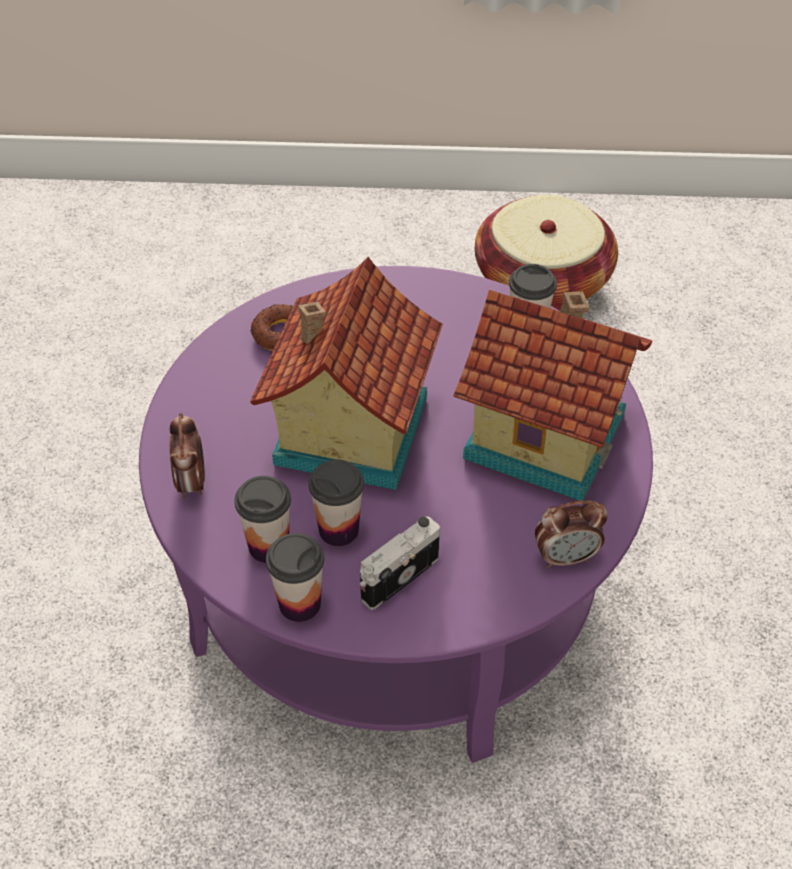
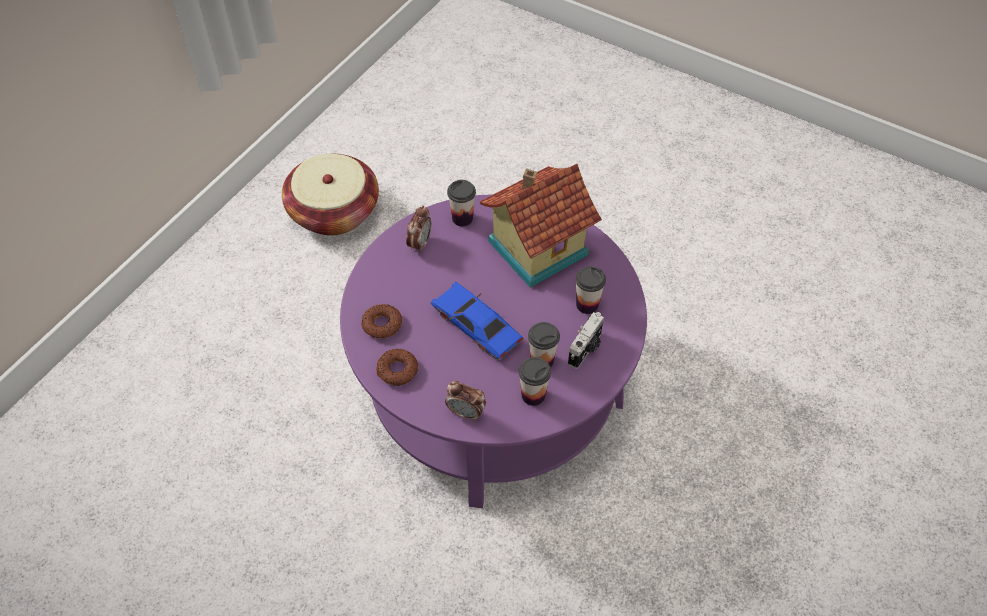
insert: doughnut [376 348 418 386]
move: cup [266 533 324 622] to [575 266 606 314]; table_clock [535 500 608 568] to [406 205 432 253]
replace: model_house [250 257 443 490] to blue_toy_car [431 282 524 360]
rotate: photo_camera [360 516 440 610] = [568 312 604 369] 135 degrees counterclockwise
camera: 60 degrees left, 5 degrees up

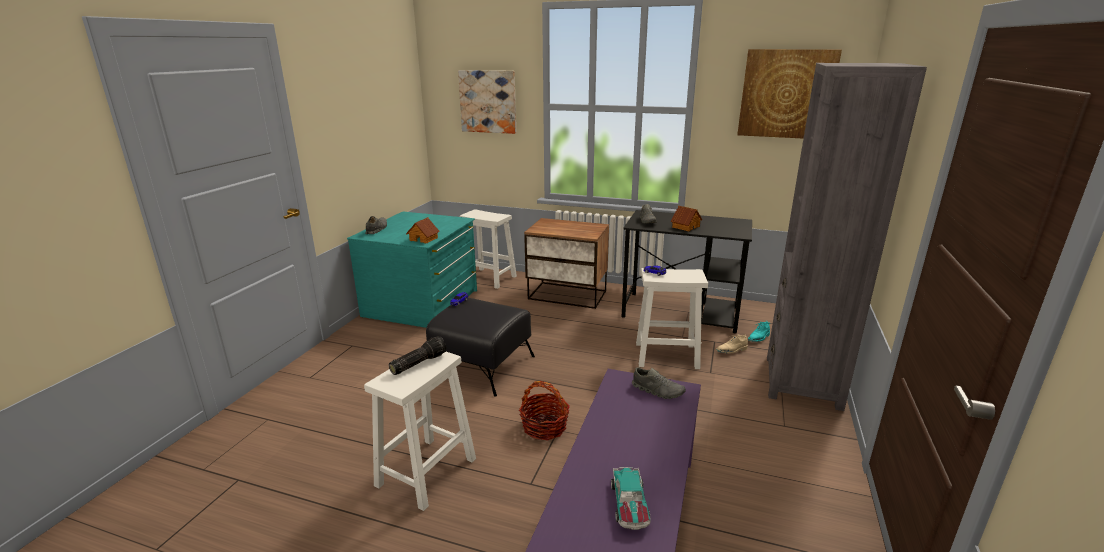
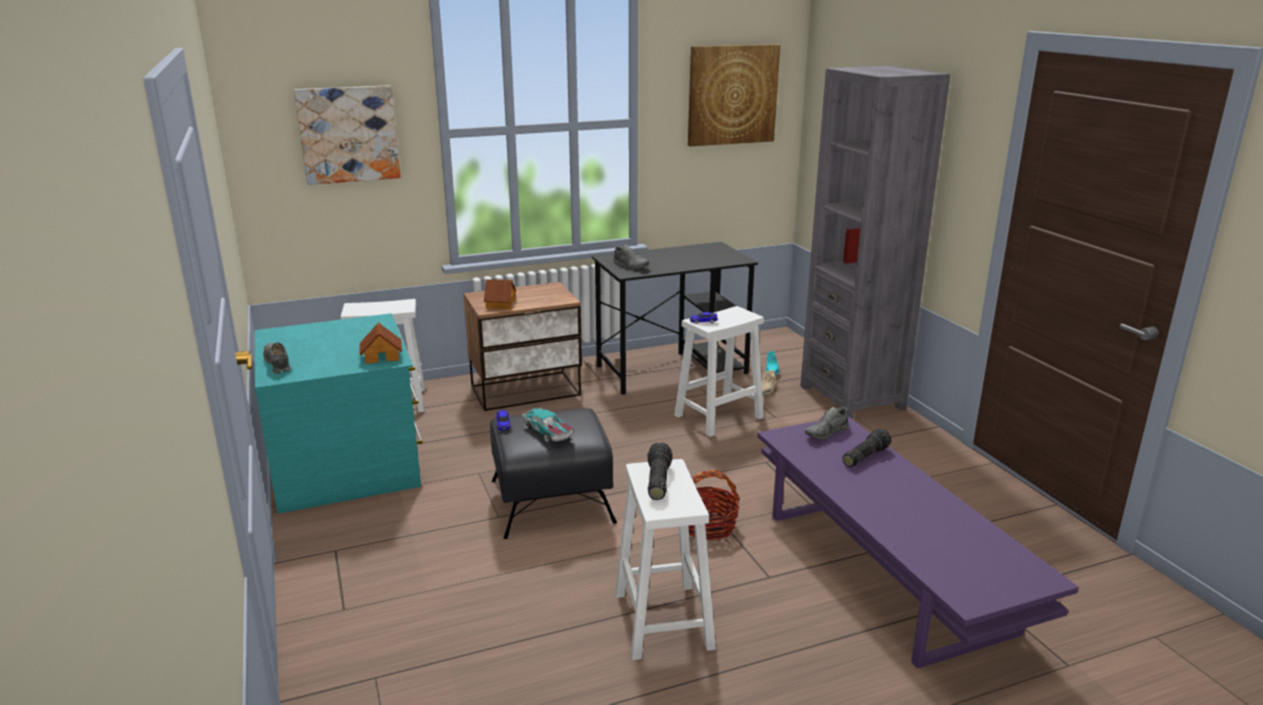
insert: torch [842 428 892 467]
move: toy_car [611 467 651 530] to [522 408 573 442]; model_house [671 206 702 231] to [484 279 516 309]
rotate: gray_item_of_footwear [632 367 686 399] = [805 407 849 440] 150 degrees clockwise
camera: 40 degrees left, 0 degrees up

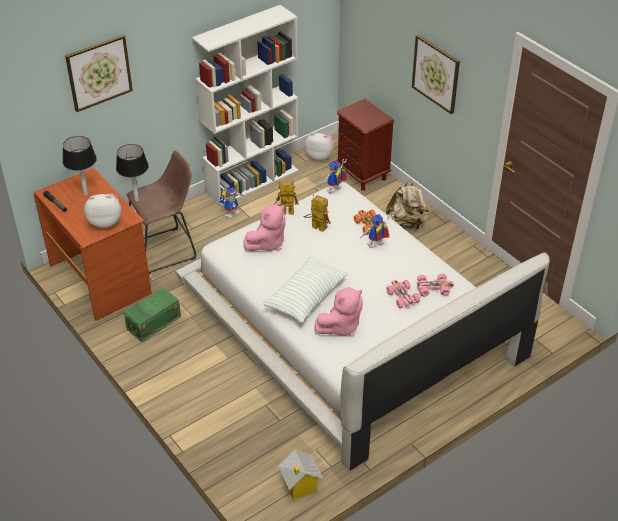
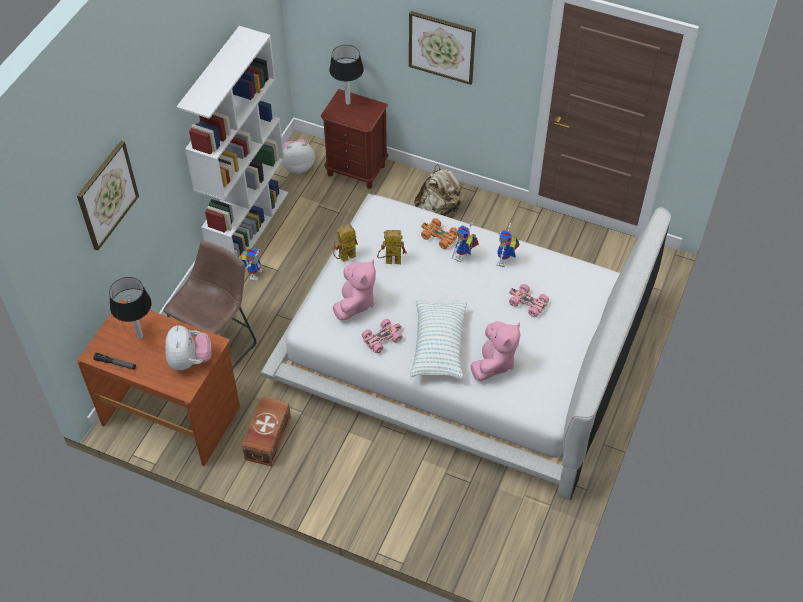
delete: model_house [278 450 323 501]
move: tabletop_lamp [116 144 149 202] to [329 45 364 105]; model_robot [322 159 347 194] to [496 223 519 267]; pinkish_toy_car [417 274 454 297] to [361 319 402 353]
recolor: green_storage_box [124 287 181 342] to brown_storage_box [242 397 291 467]
rotate: soft_toy [84 194 121 228] = [165 325 211 370] 120 degrees clockwise
camera: 30 degrees left, 10 degrees up

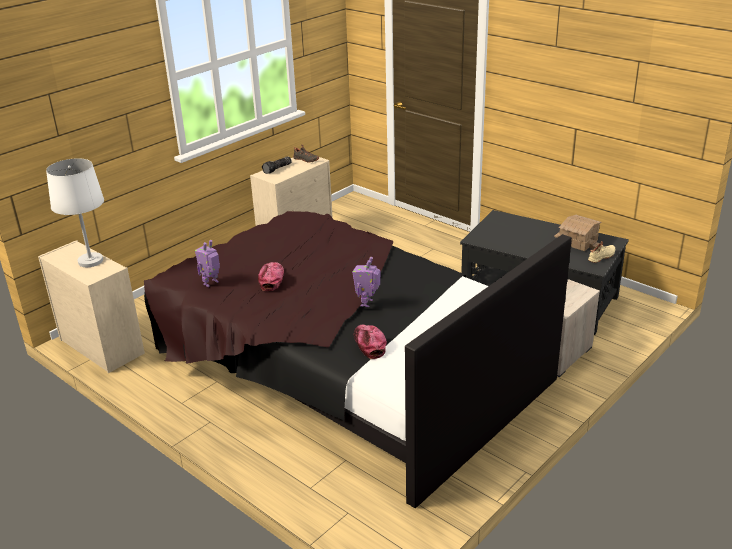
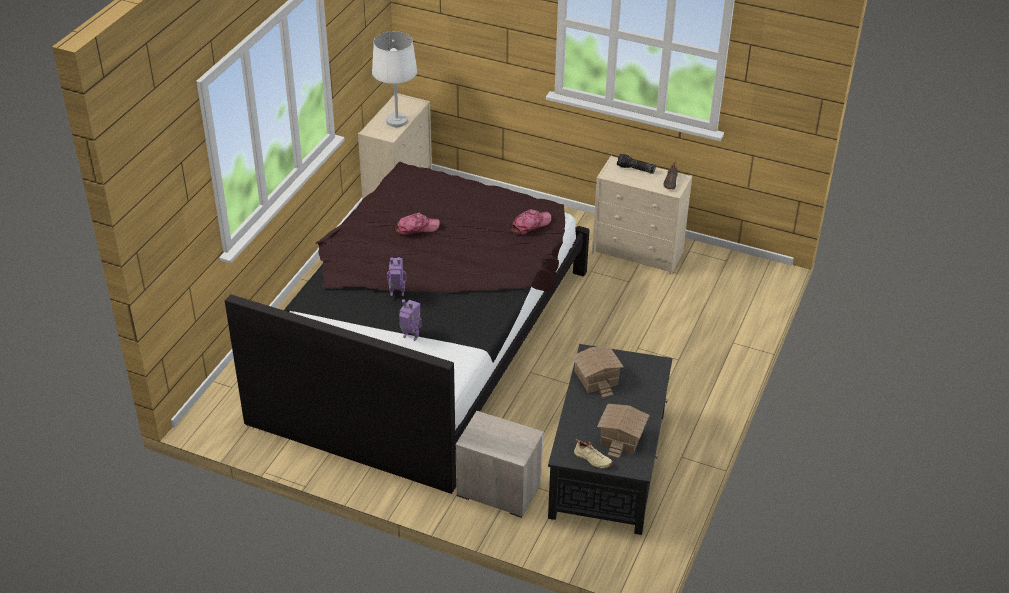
insert: model_house [572 346 623 398]
move: model_robot [195 240 220 287] to [399 299 422 341]; baseball_cap [354 324 387 359] to [511 209 551 235]
camera: 70 degrees right, 10 degrees up

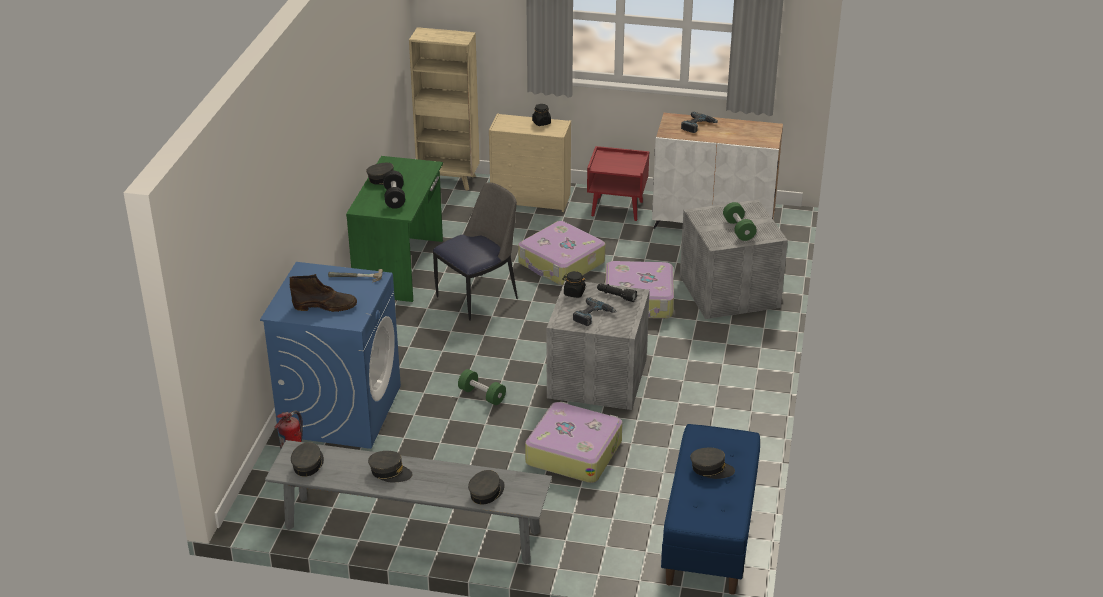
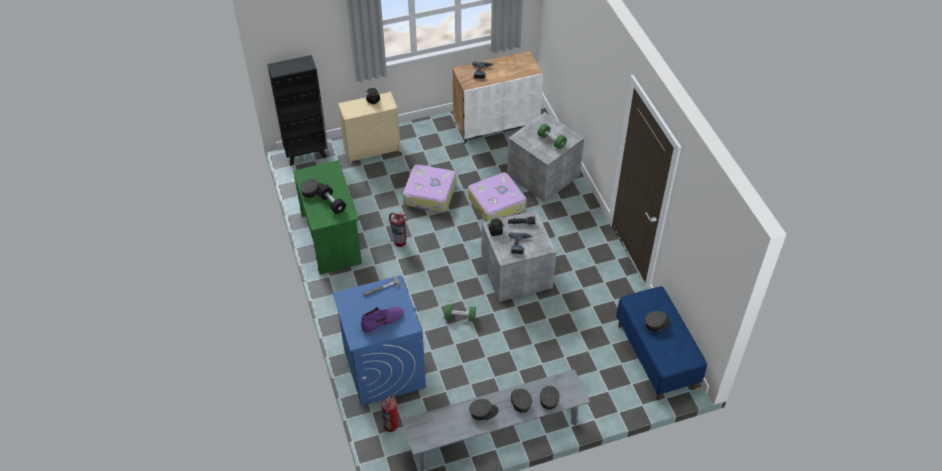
delete: travel_case [525 401 622 483]; red_nightstand [587 146 649 221]
move: gray_baseball_cap [291 442 324 477] to [511 389 532 413]
replace: chair [433 182 518 321] to fire-fighting_cylinder [389 212 407 247]
recolor: brown_tall_boot [289 274 357 312] to purple-coloured_tall_boot [361 307 404 333]; sand-coloured_bookcase [409 27 480 191] to black-coloured_bookcase [267 55 328 166]
camera: 30 degrees left, 15 degrees up

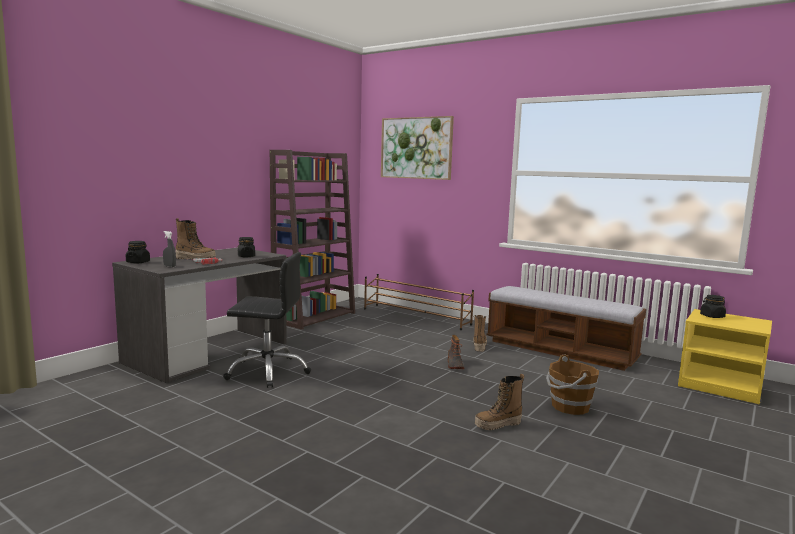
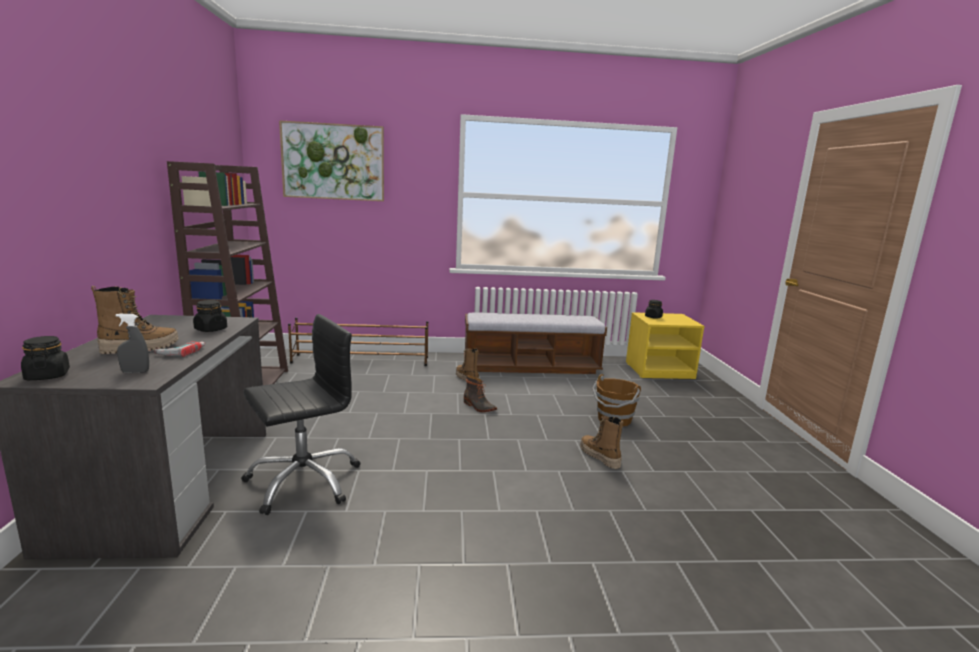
rotate: tall_boot [475 374 524 430] = [580 416 623 469] 120 degrees clockwise
camera: 40 degrees left, 5 degrees up

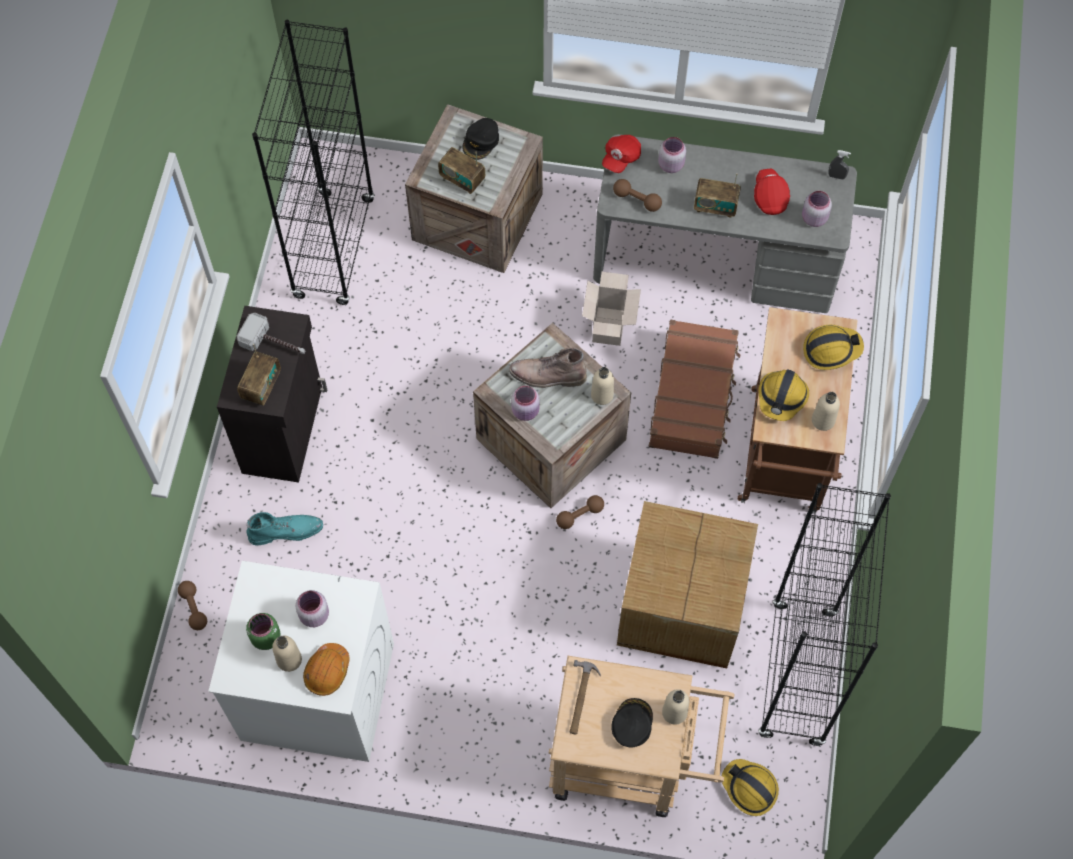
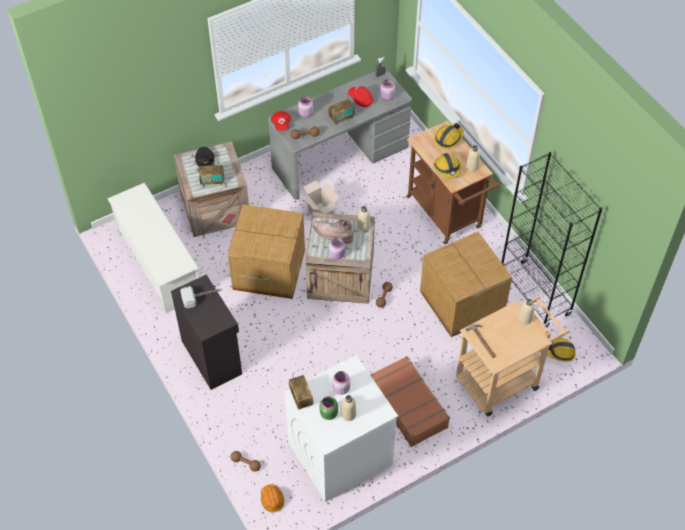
delete: turquoise-coloured_tall_boot [246 512 323 546]; black-coloured_baseball_cap [611 698 653 748]
insert: cardboard_box [228 204 305 299]
move: radio_set [237 344 281 406] to [289 372 313 409]; orange_safety_helmet [303 643 350 696] to [261 484 284 512]; brown_travel_case [649 320 740 459] to [370 356 450 447]
replace: black-coloured_bookcase [252 20 375 305] to white_shoe_stand [107 183 199 313]
rotate: brown_tall_boot [509 348 587 388] = [313 219 353 244] 60 degrees clockwise
camera: 40 degrees left, 10 degrees down

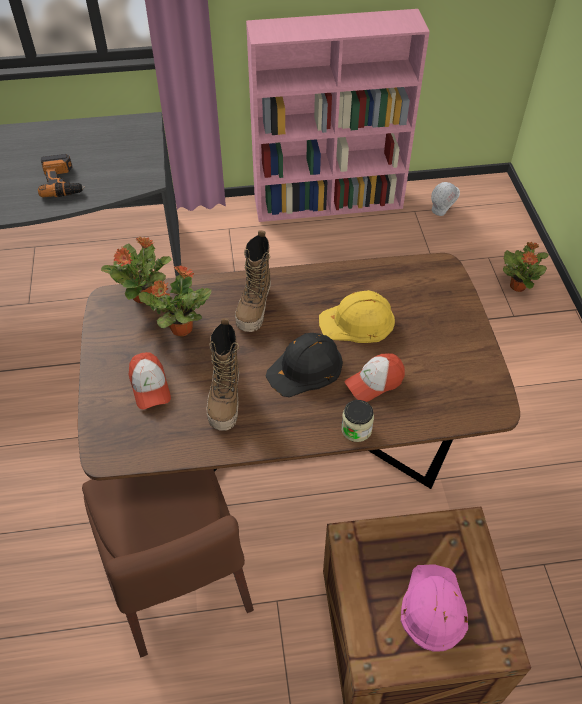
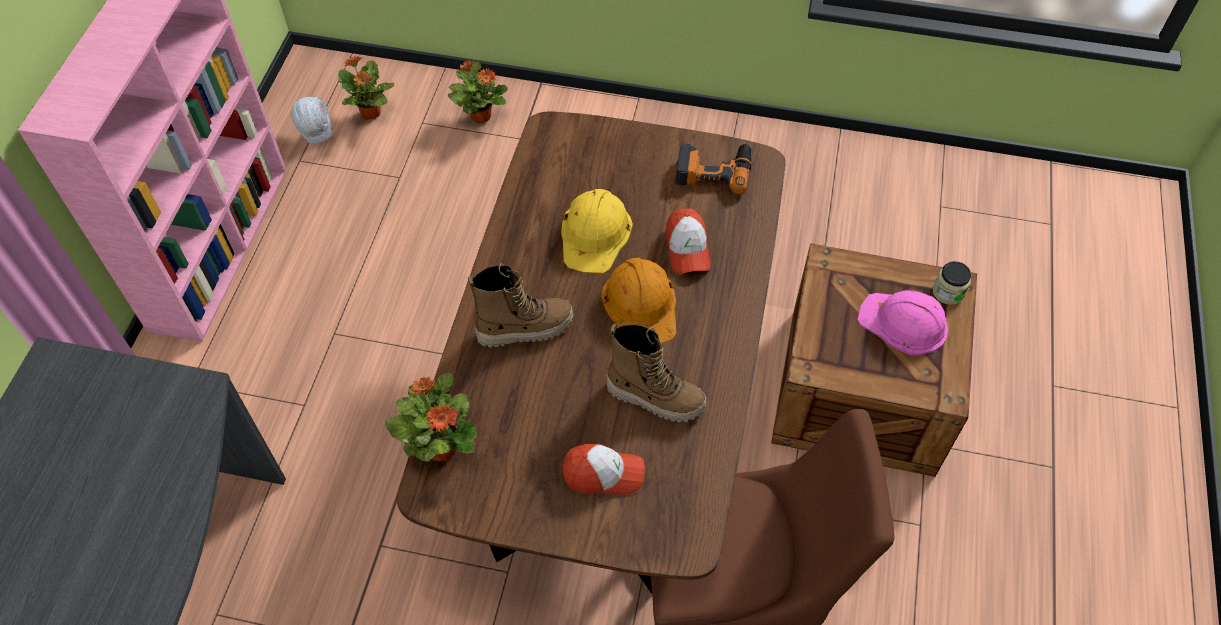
move: power_drill [38 154 85 197] to [676 143 752 195]; houseplant [139 265 211 337] to [338 56 394 120]; jar [341 400 374 442] to [933 261 971 305]
recolor: black-coloured_safety_helmet [265 333 343 397] to orange_safety_helmet [601 258 677 343]
rotate: tall_boot [235 230 271 332] = [468 263 574 347] 45 degrees counterclockwise
camera: 70 degrees left, 5 degrees up

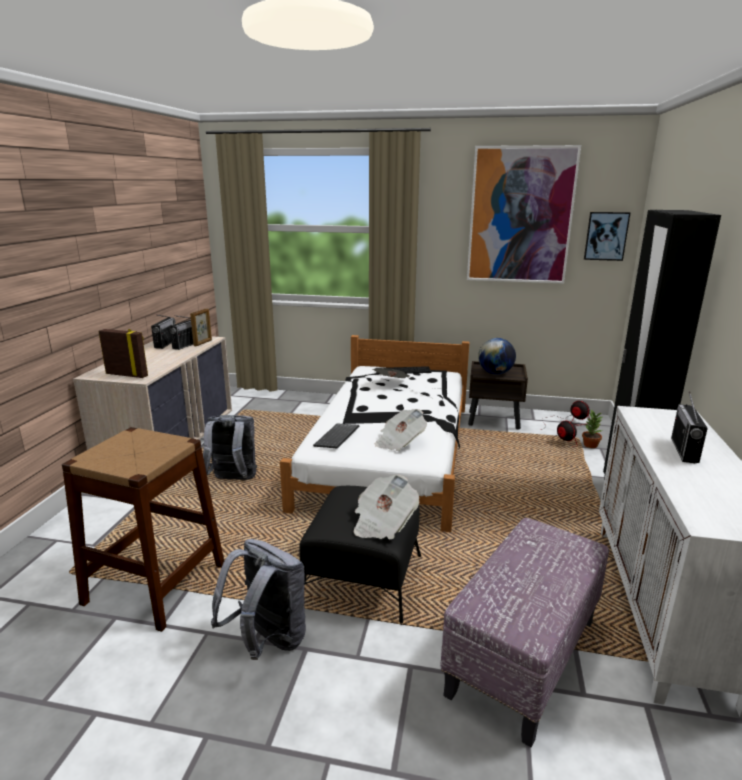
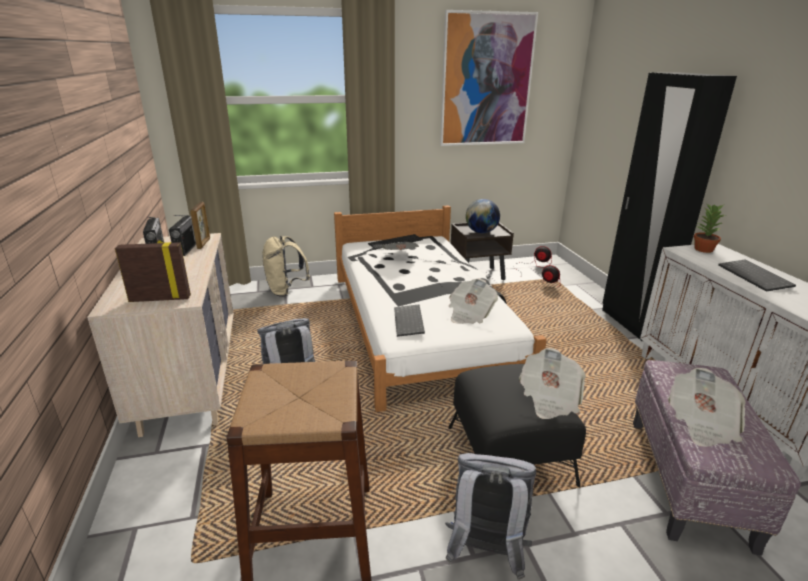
delete: picture [584 212 630 261]
insert: sand-coloured_rucksack [262 236 310 297]; printed_paper [668 368 746 447]
move: houseplant [582 410 603 448] to [694 203 726 253]
replace: radio_set [671 391 708 463] to PC_keyboard [718 259 796 292]
camera: 25 degrees left, 5 degrees up

